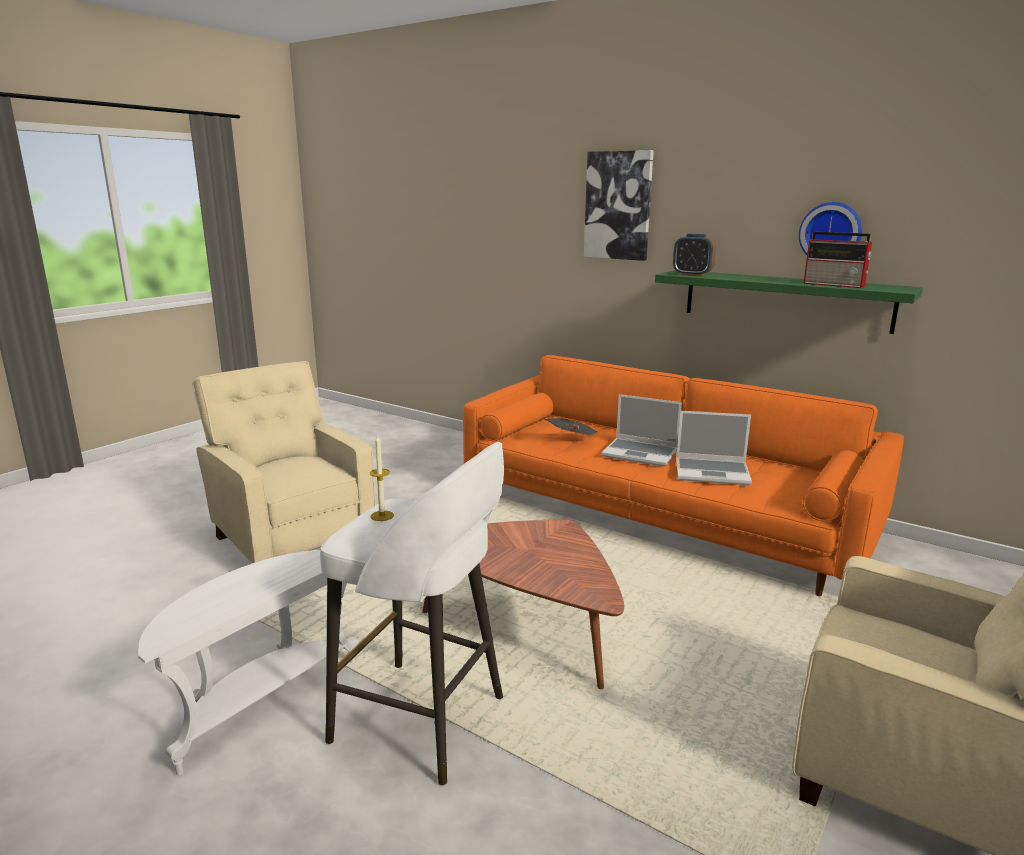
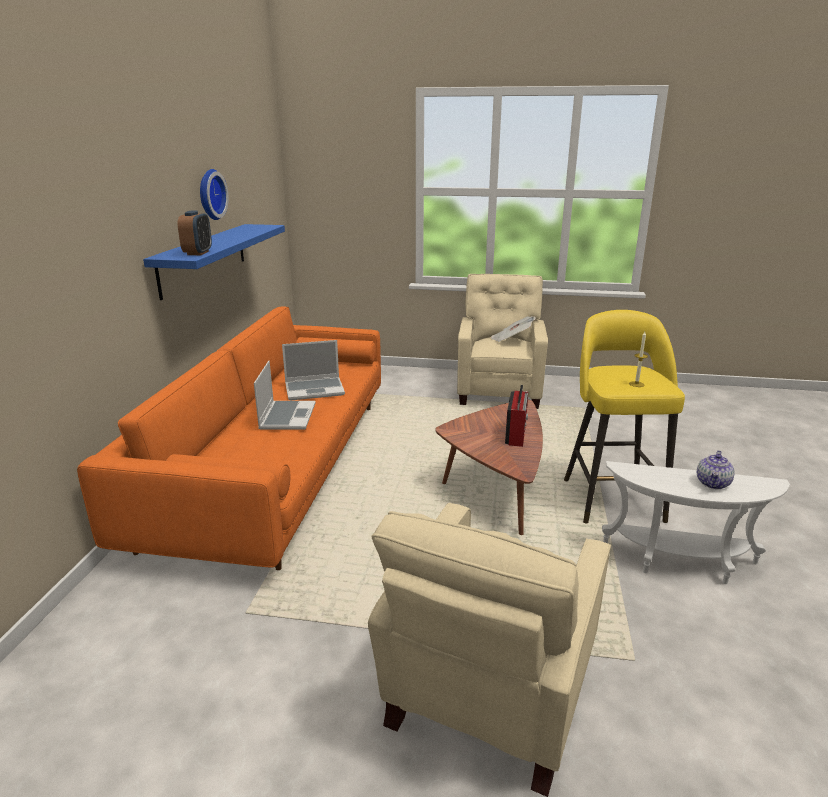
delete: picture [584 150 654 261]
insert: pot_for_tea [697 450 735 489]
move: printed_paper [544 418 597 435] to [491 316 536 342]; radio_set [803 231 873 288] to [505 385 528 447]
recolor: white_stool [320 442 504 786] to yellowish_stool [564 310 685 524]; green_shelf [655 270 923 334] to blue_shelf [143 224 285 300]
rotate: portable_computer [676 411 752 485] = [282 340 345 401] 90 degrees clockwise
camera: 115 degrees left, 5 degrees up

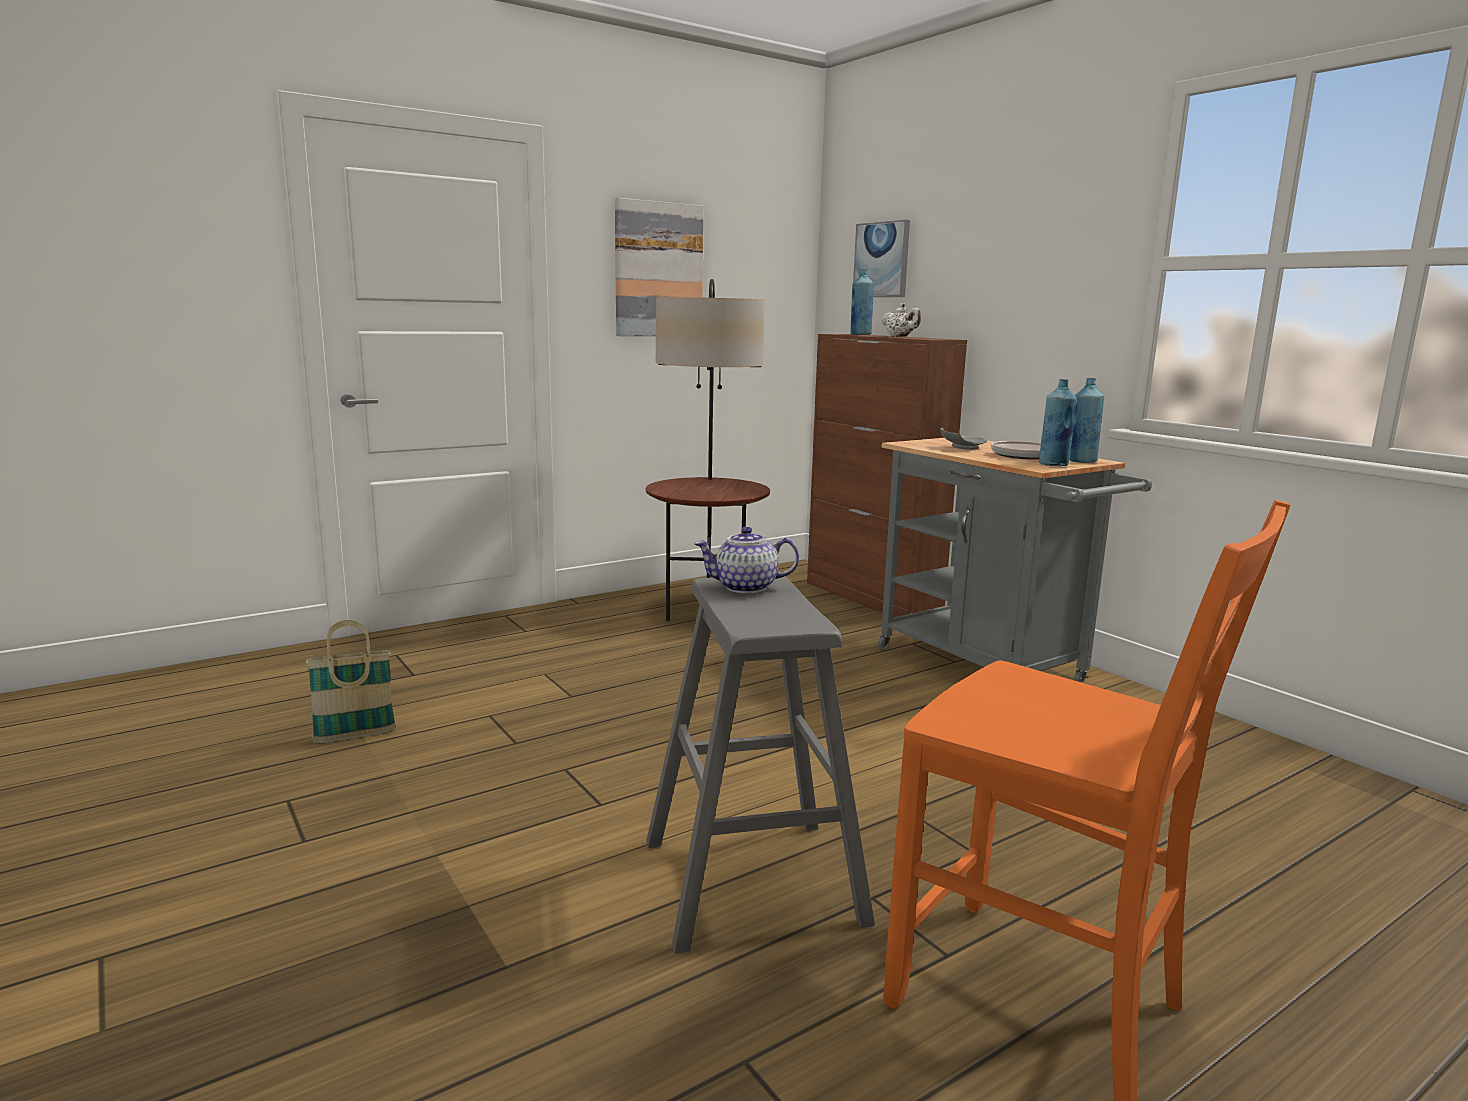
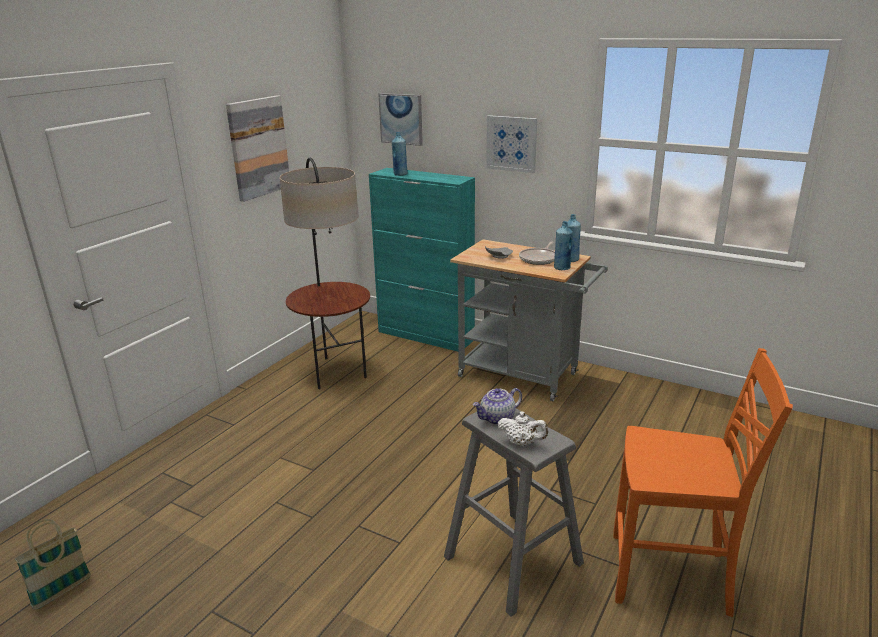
insert: picture [486 115 537 173]
move: household_basket [306 620 396 743] to [15 519 91 610]; white_pot_for_tea [881 303 921 337] to [497 412 548 446]
recolor: brown_cabinet [807 334 967 618] to turquoise-coloured_cabinet [369 168 475 351]
camera: 25 degrees left, 10 degrees up

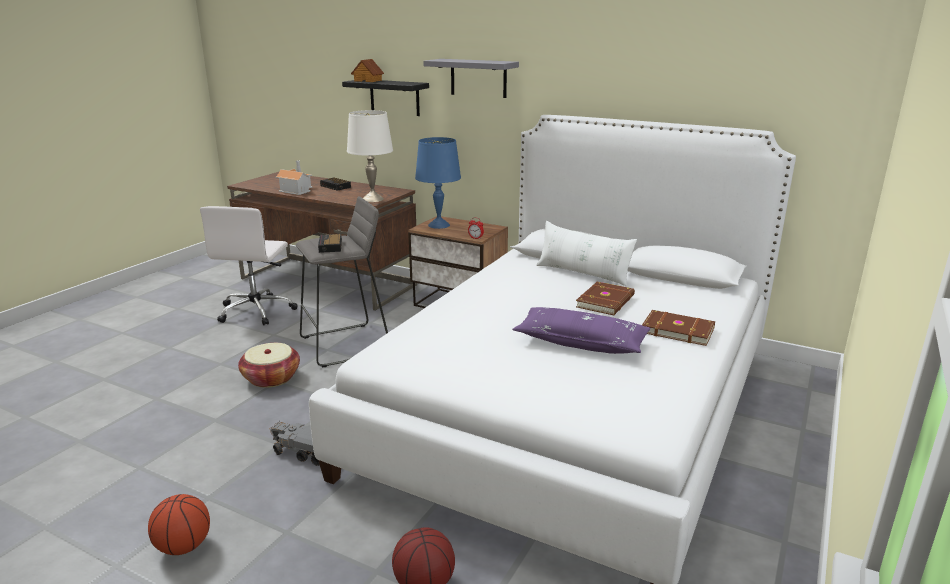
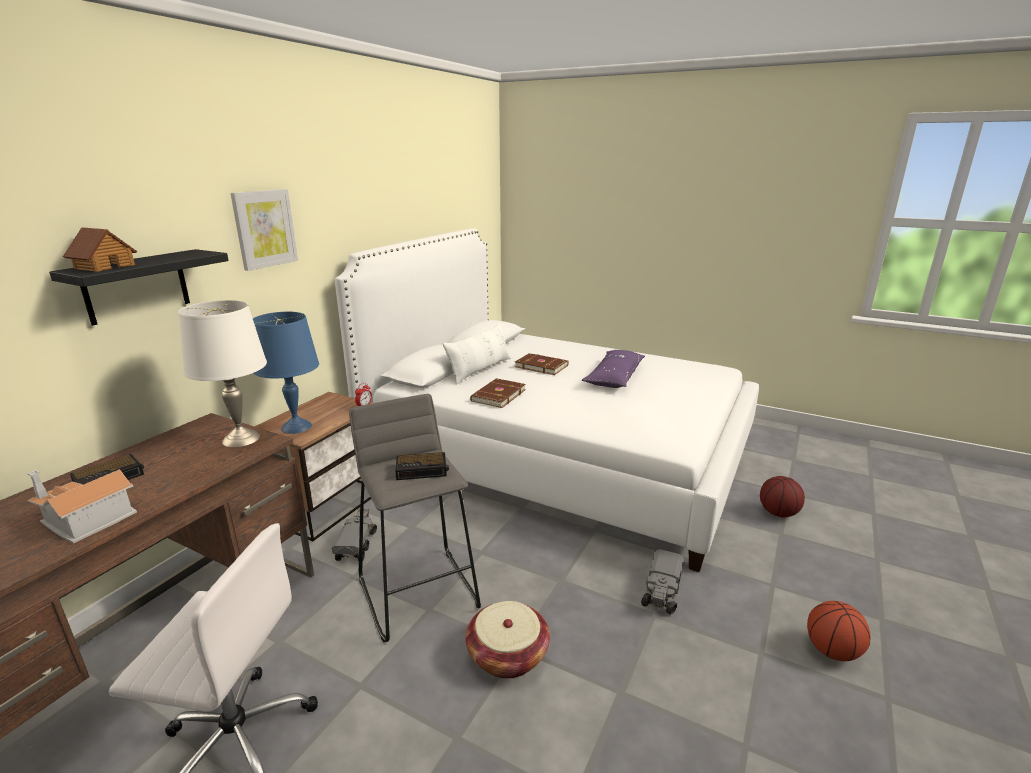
insert: model_truck [332 509 377 561]
move: brown_book [642 310 715 346] to [470 378 526 408]
replace: gray_shelf [423 59 519 98] to picture [231 189 298 271]
camera: 90 degrees left, 0 degrees up

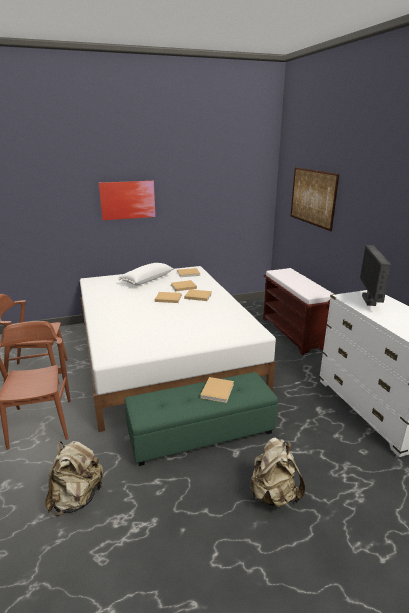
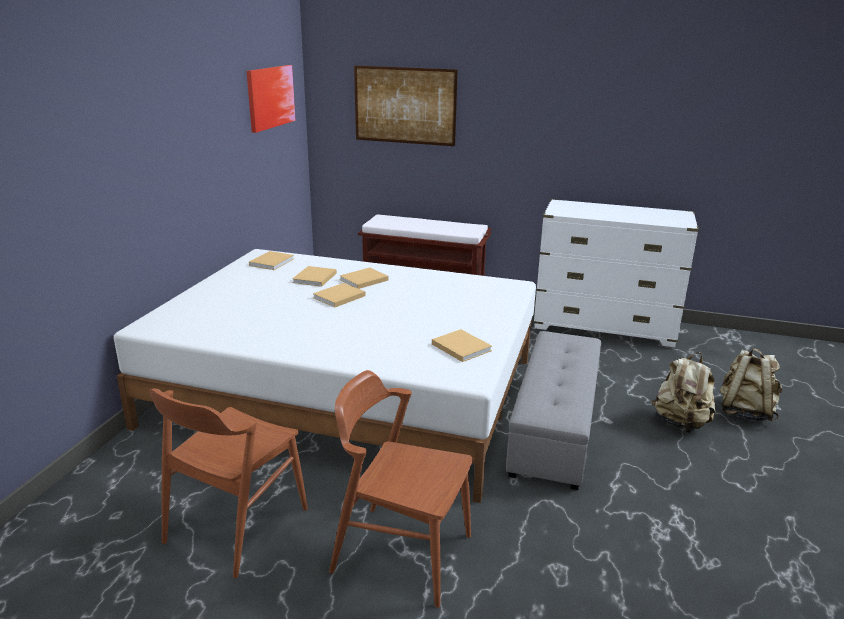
delete: white_cushion [119 263 173 285]; monitor [360 245 391 306]
move: sand-coloured_rucksack [45 441 104 516] to [720 348 782 421]; picture [99 181 156 220] to [246 65 296 133]; sand-coloured_book [200 377 234 403] to [432 329 492 362]
recolor: green_footrest [124 372 278 466] to gray_footrest [506 331 601 490]
camera: 55 degrees left, 0 degrees up

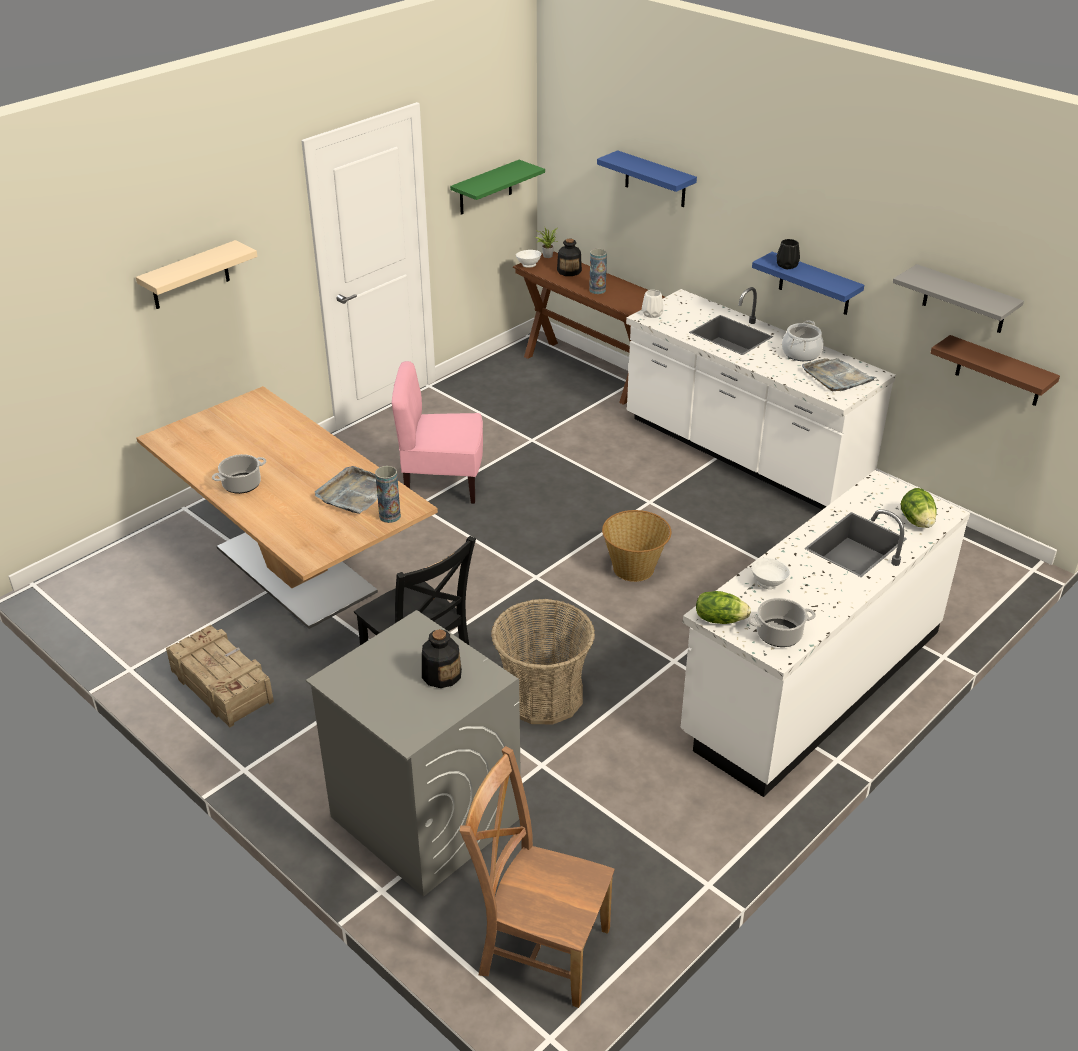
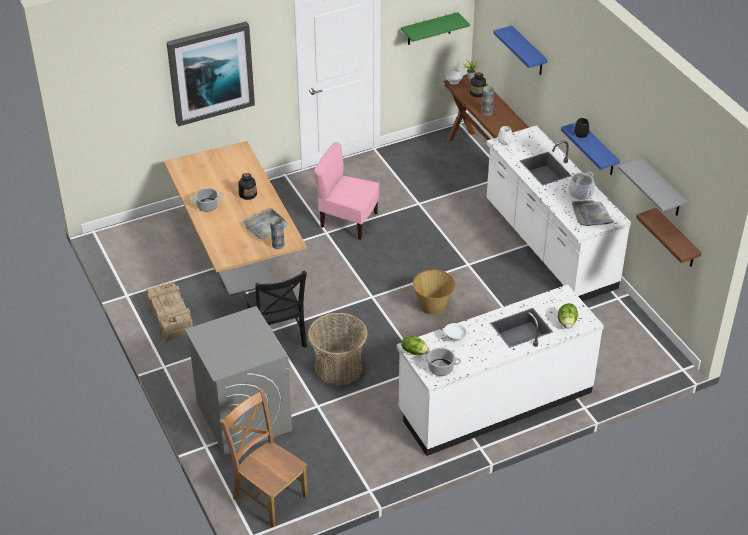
move: beverage_bottle [422 629 462 688] to [239 173 257 200]
replace: sand-coloured_shelf [136 240 257 309] to picture [166 21 255 126]
camera: 20 degrees right, 5 degrees up

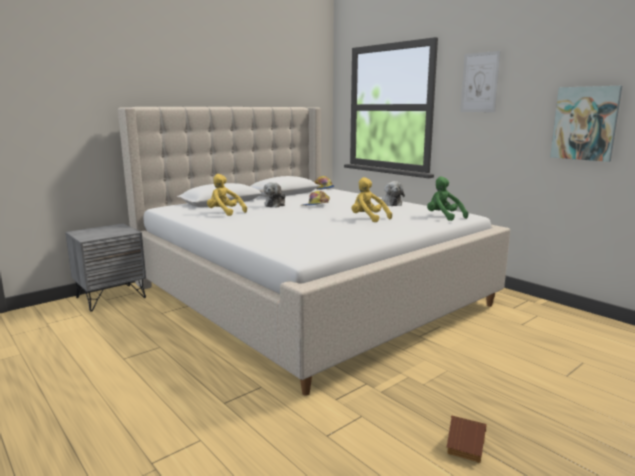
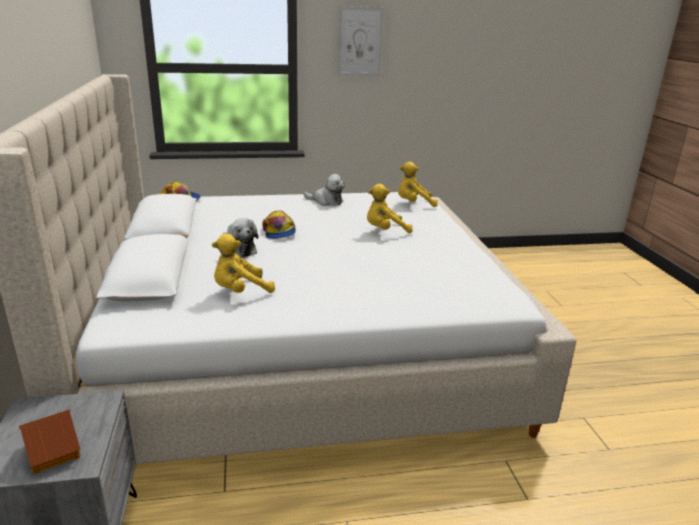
delete: picture [550 86 622 162]
move: model_house [447 415 487 463] to [19 409 80 474]
recolor: green_soft_toy [427 176 468 221] to yellowish_soft_toy [398 162 438 207]
camera: 60 degrees left, 10 degrees up

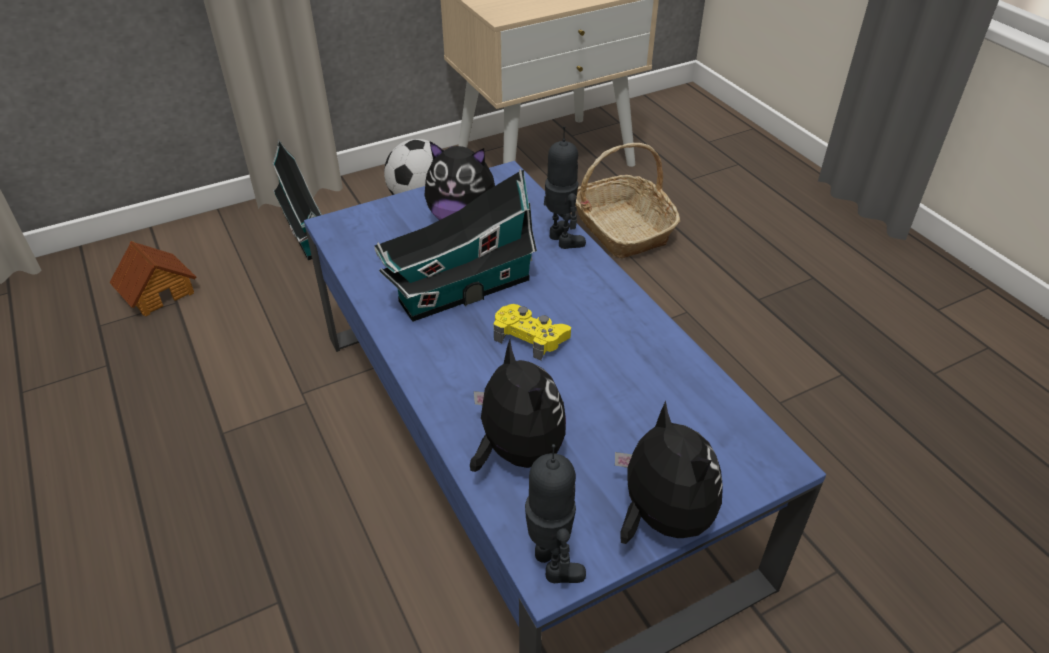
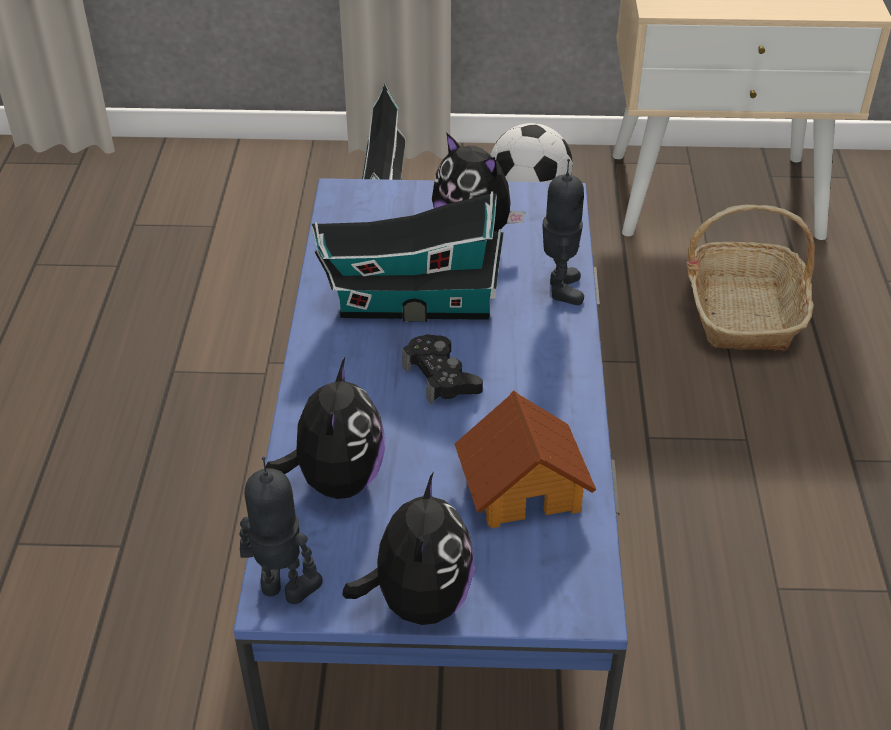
move: model_house [109 241 196 317] to [455 391 596 528]
recolor: yellowish_game_controller [493 304 571 360] to black-coloured_game_controller [402 334 483 404]
rotate: model_robot [525 444 586 583] = [239 457 323 604] 75 degrees counterclockwise
camera: 30 degrees right, 0 degrees up

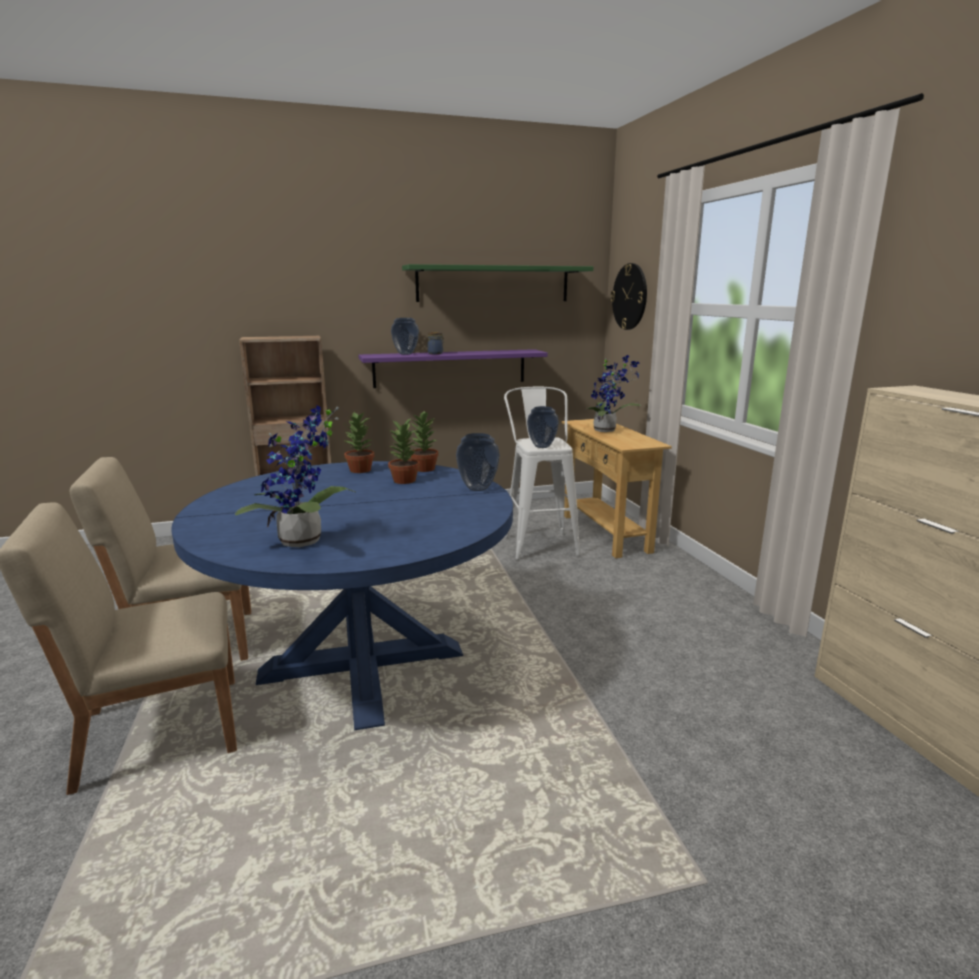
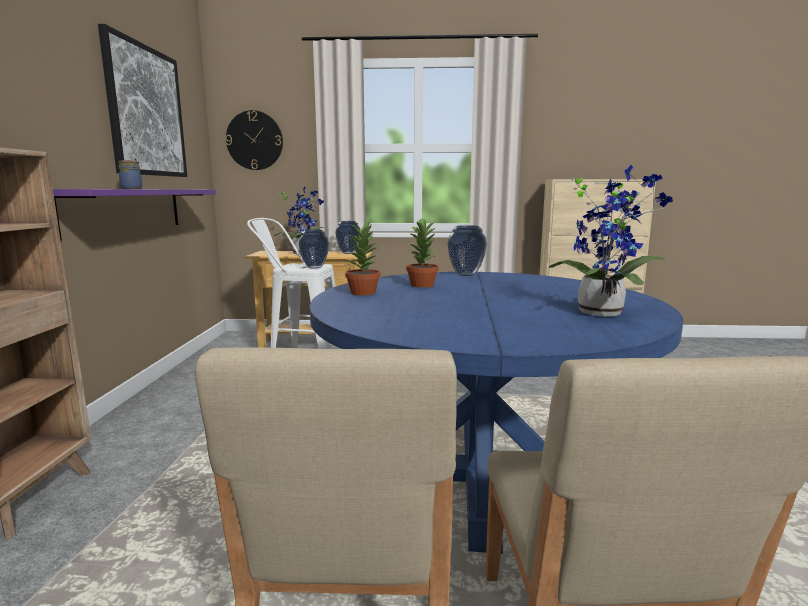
delete: houseplant [410 410 438 472]
move: decorative_vase [391 318 419 355] to [335 221 360 254]
replace: green_shelf [402 264 594 302] to picture [98 24 187 177]
camera: 70 degrees left, 5 degrees down

